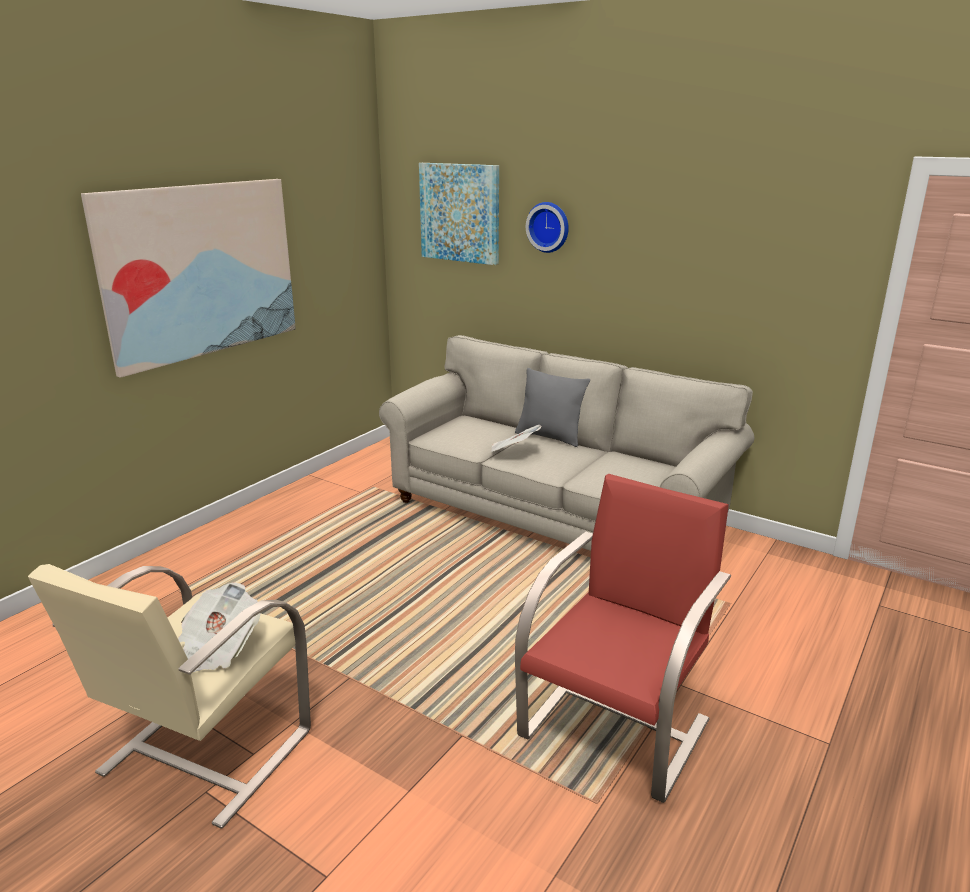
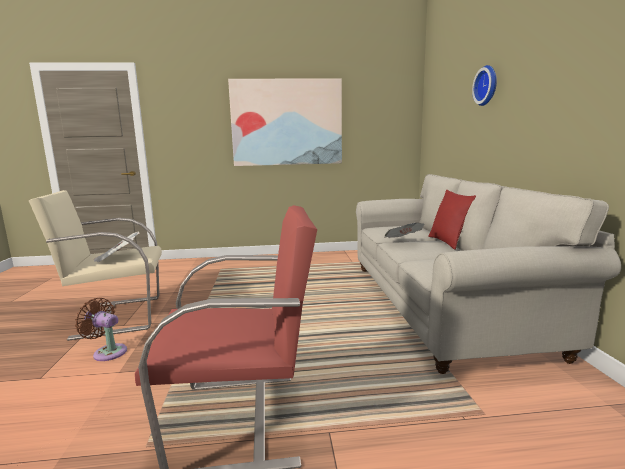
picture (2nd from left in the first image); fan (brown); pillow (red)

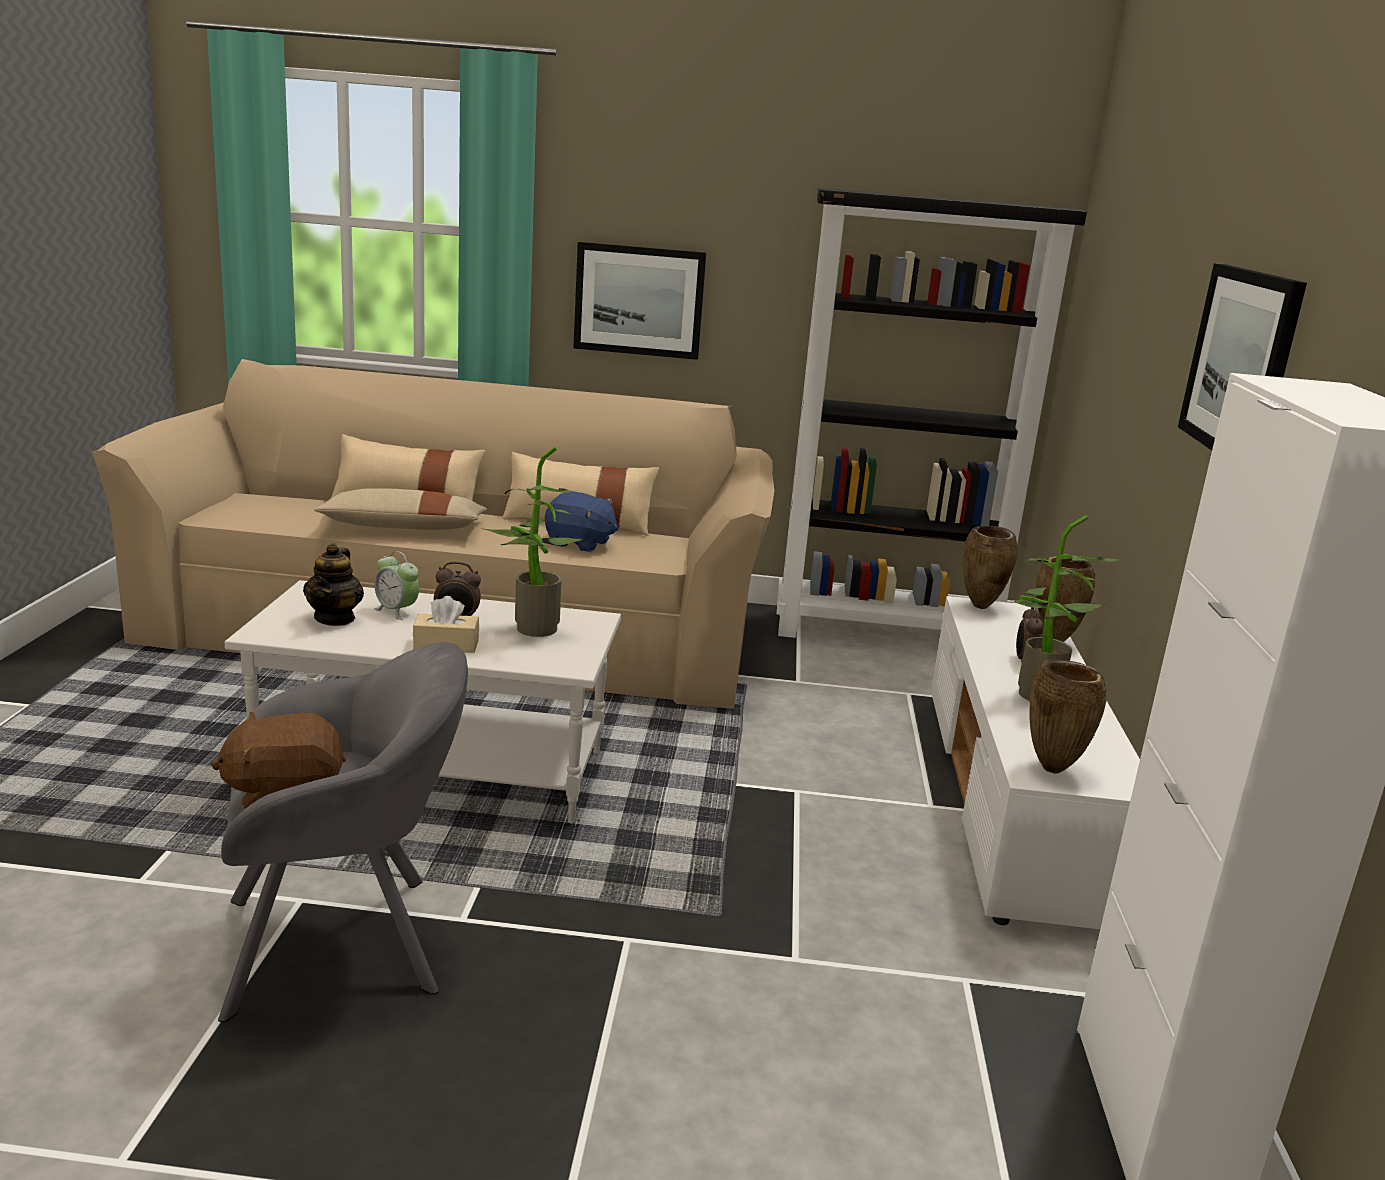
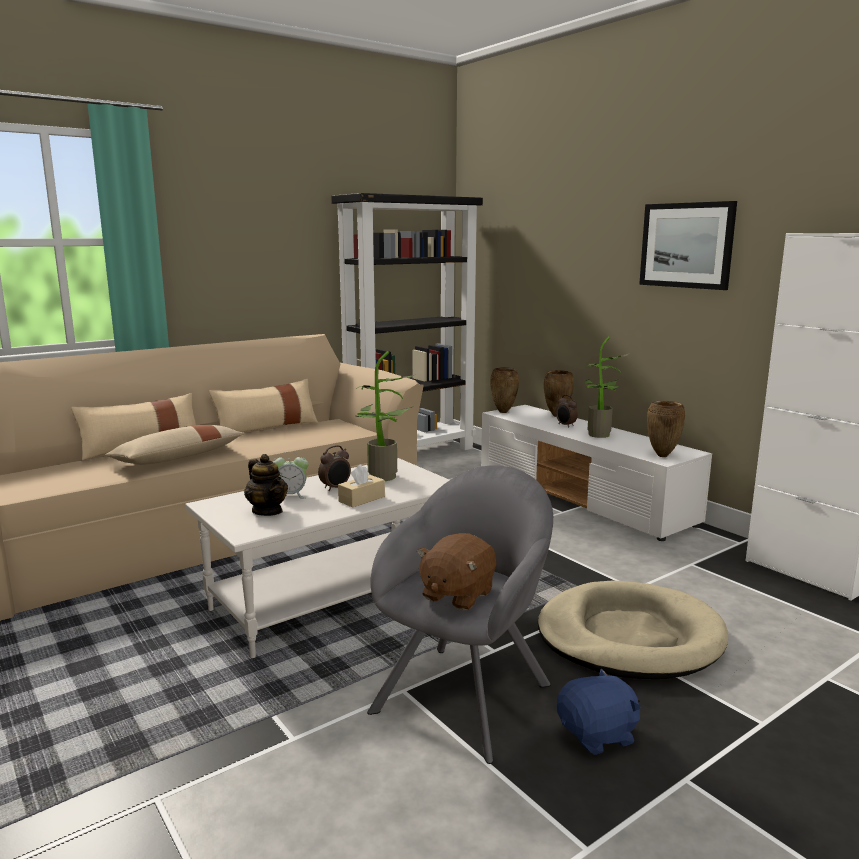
picture (1st from left in the first image); dog bed (beige); plush toy (blue)

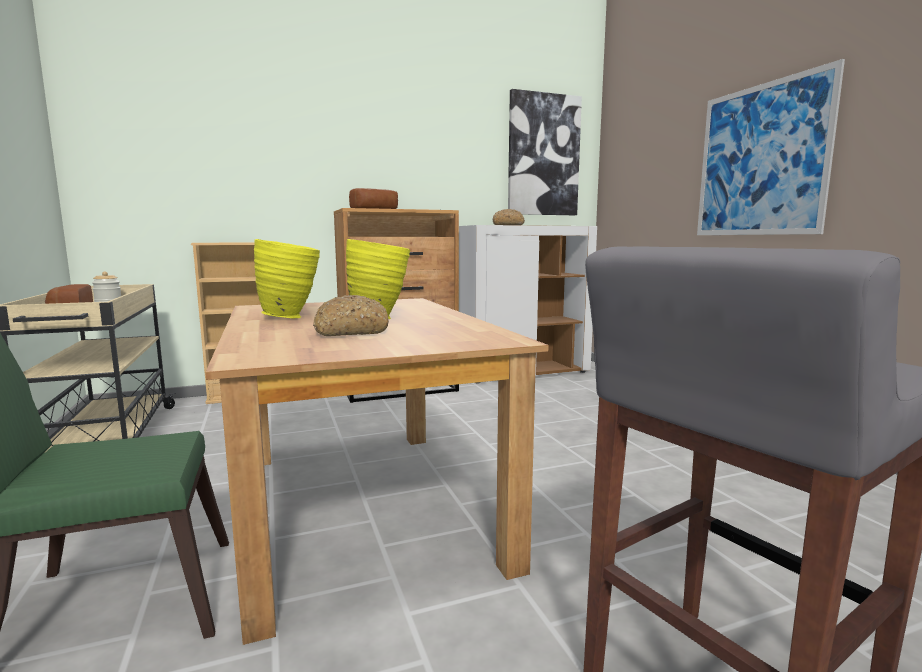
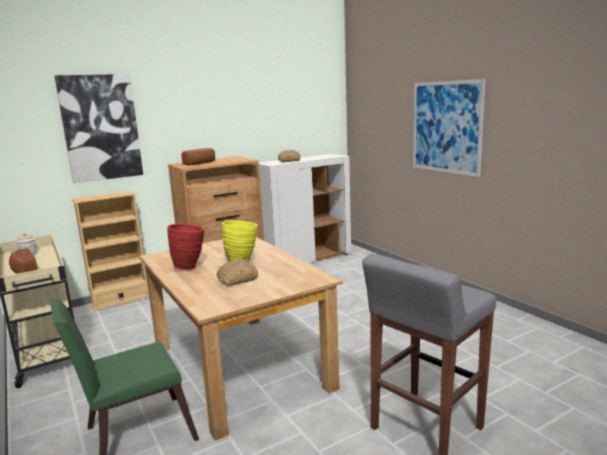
picture (1st from left); vase (red)

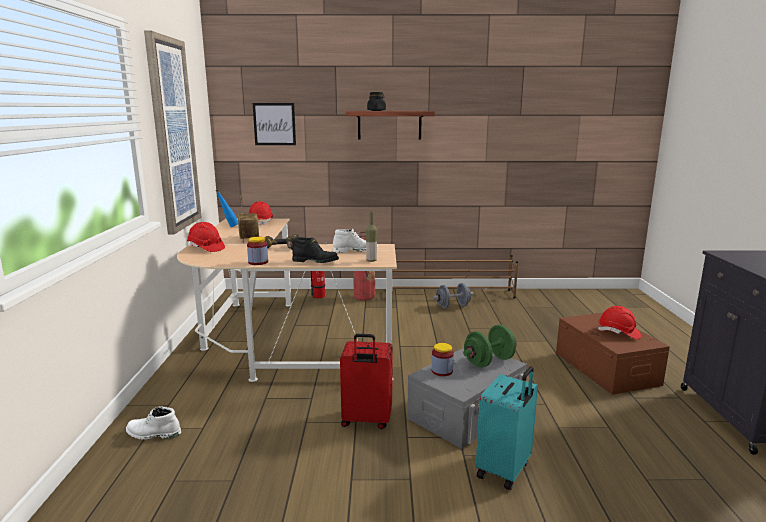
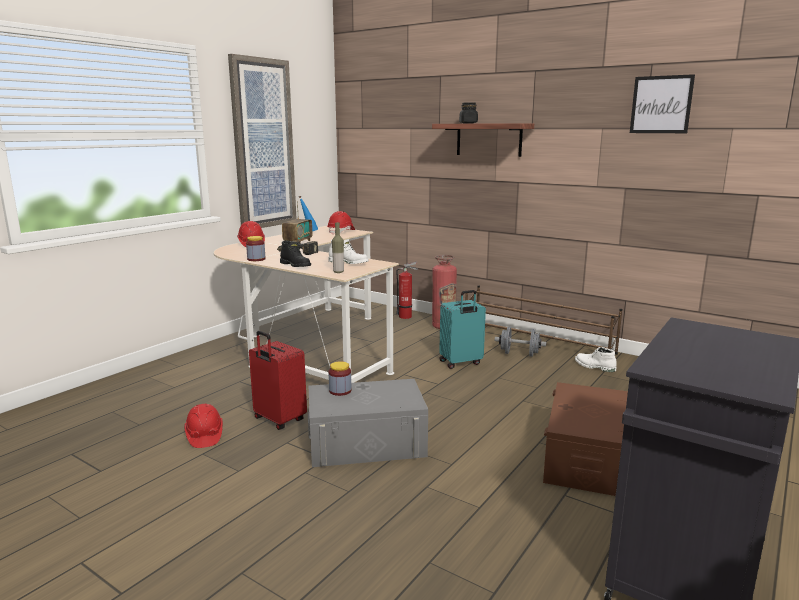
dumbbell (green); boot (white) (2nd from left); picture (2nd from left); suitcase (turquoise); hard hat (red) (1st from left)

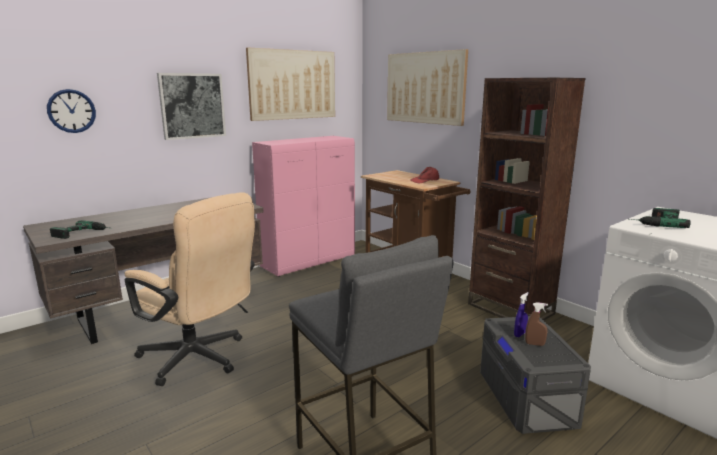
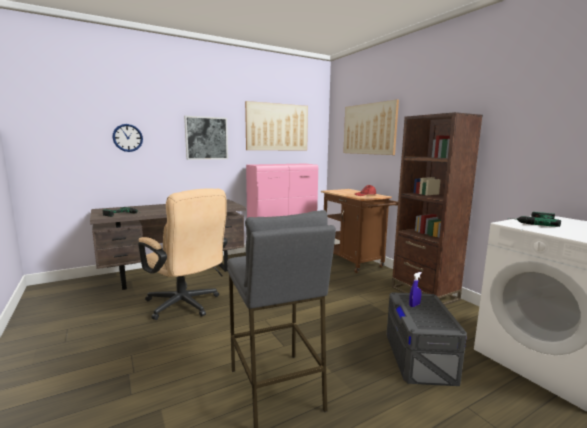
spray bottle (brown)

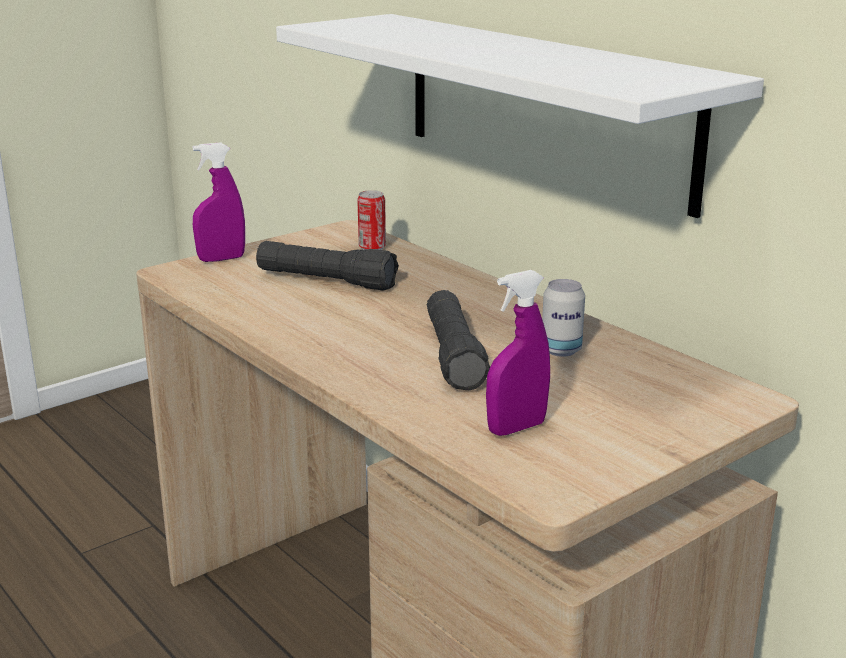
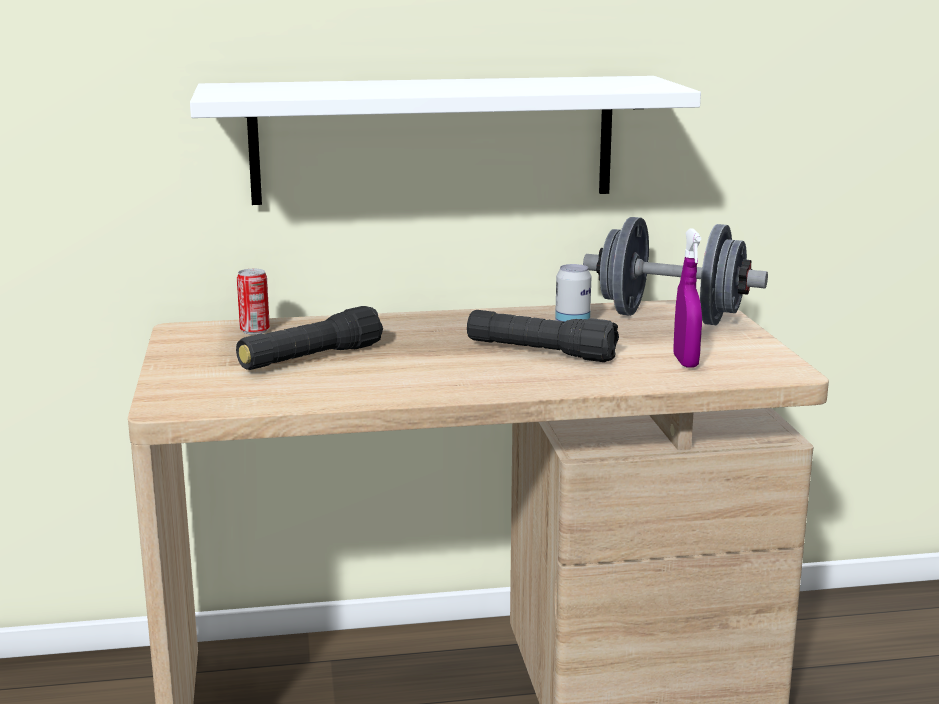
spray bottle (purple) (1st from left in the first image); dumbbell (grey)

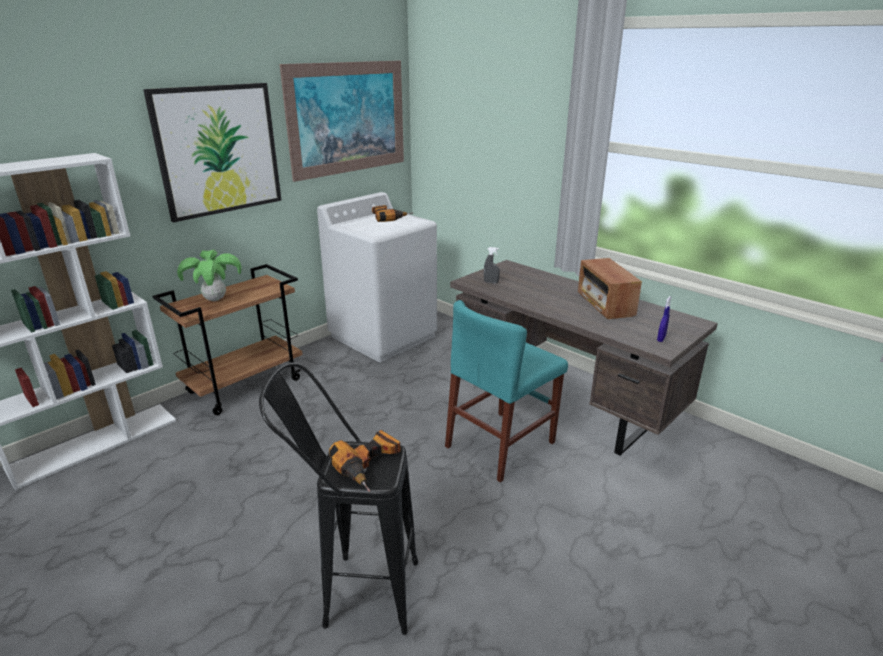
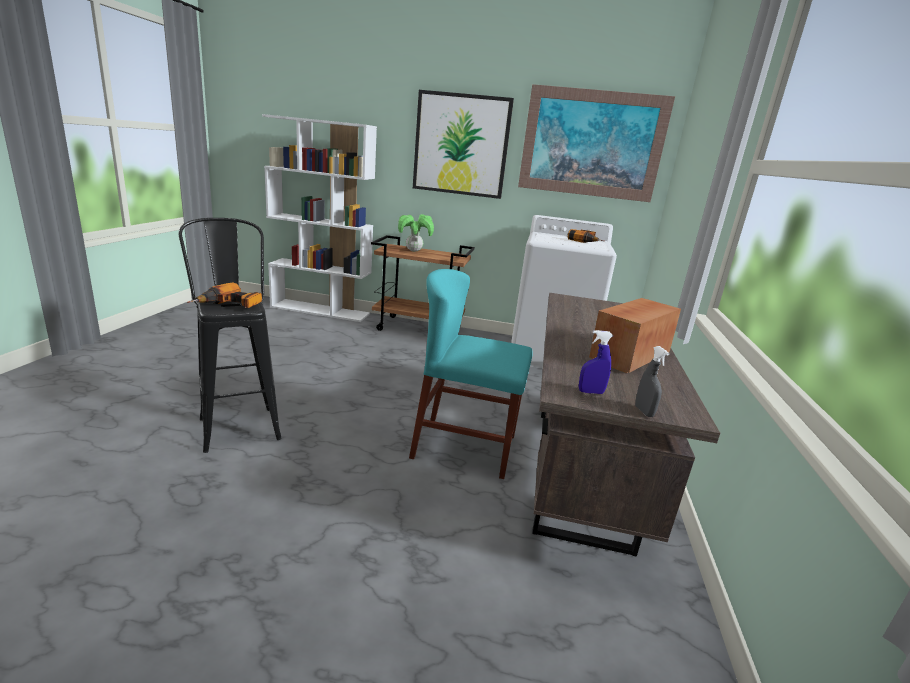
spray bottle (grey)

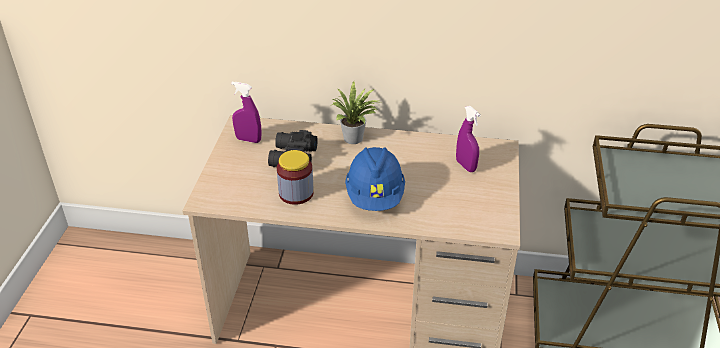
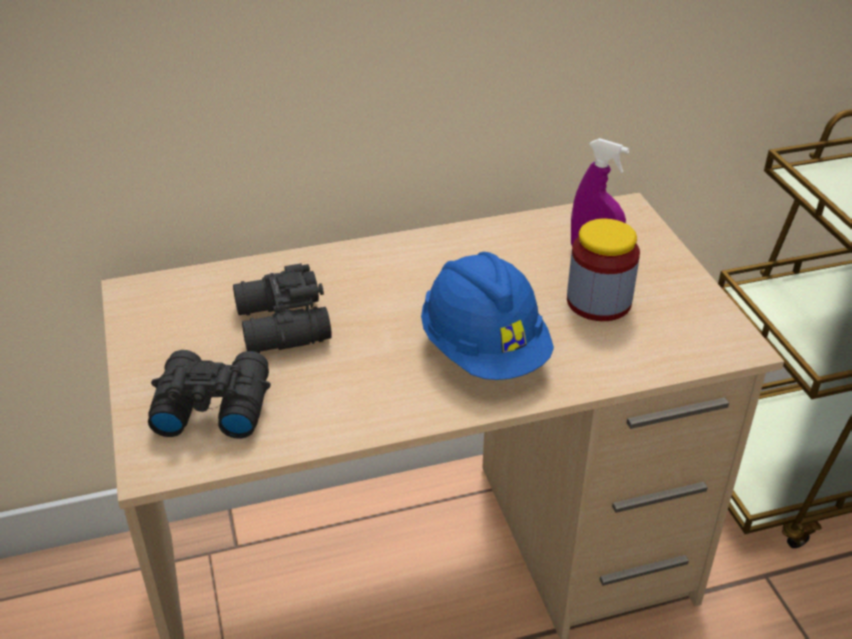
spray bottle (purple) (1st from left in the first image); potted plant; binoculars (black) (1st from left); jar

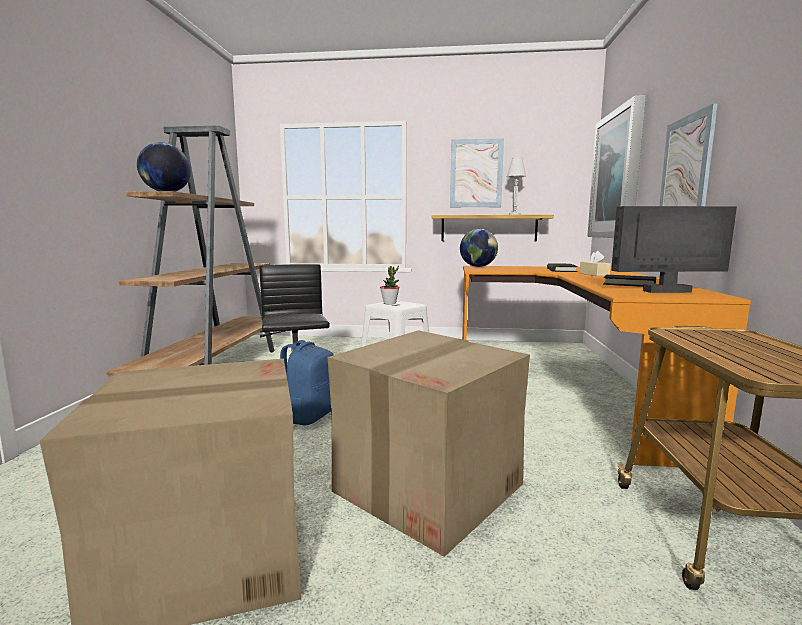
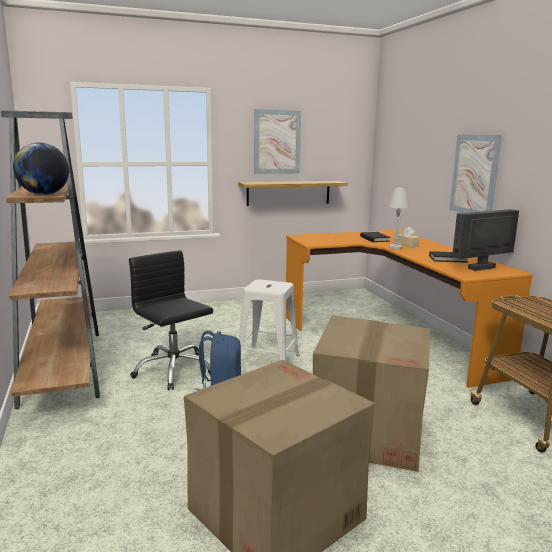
potted plant; globe (2nd from left in the first image); picture (2nd from left in the first image); table lamp (white)

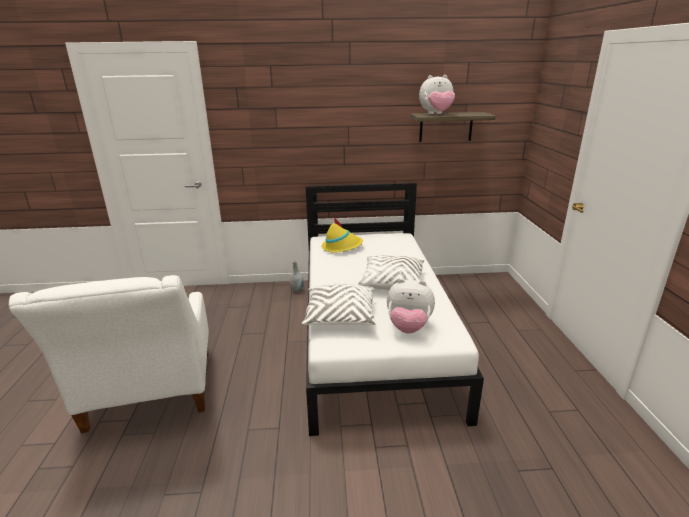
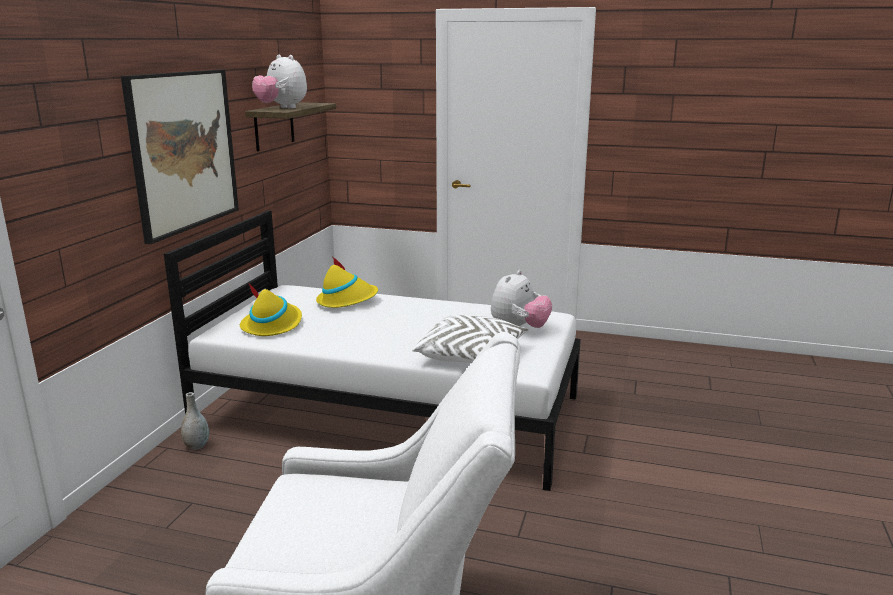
pillow (white) (2nd from left in the first image); picture; hat (yellow) (2nd from left); plush toy (1st from left)

